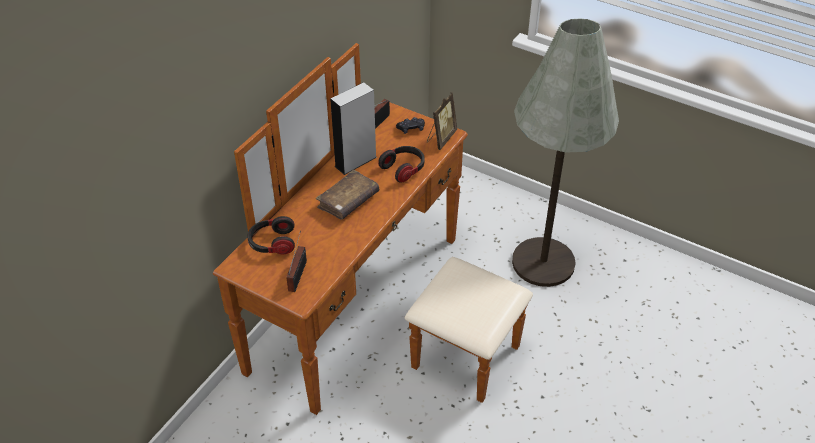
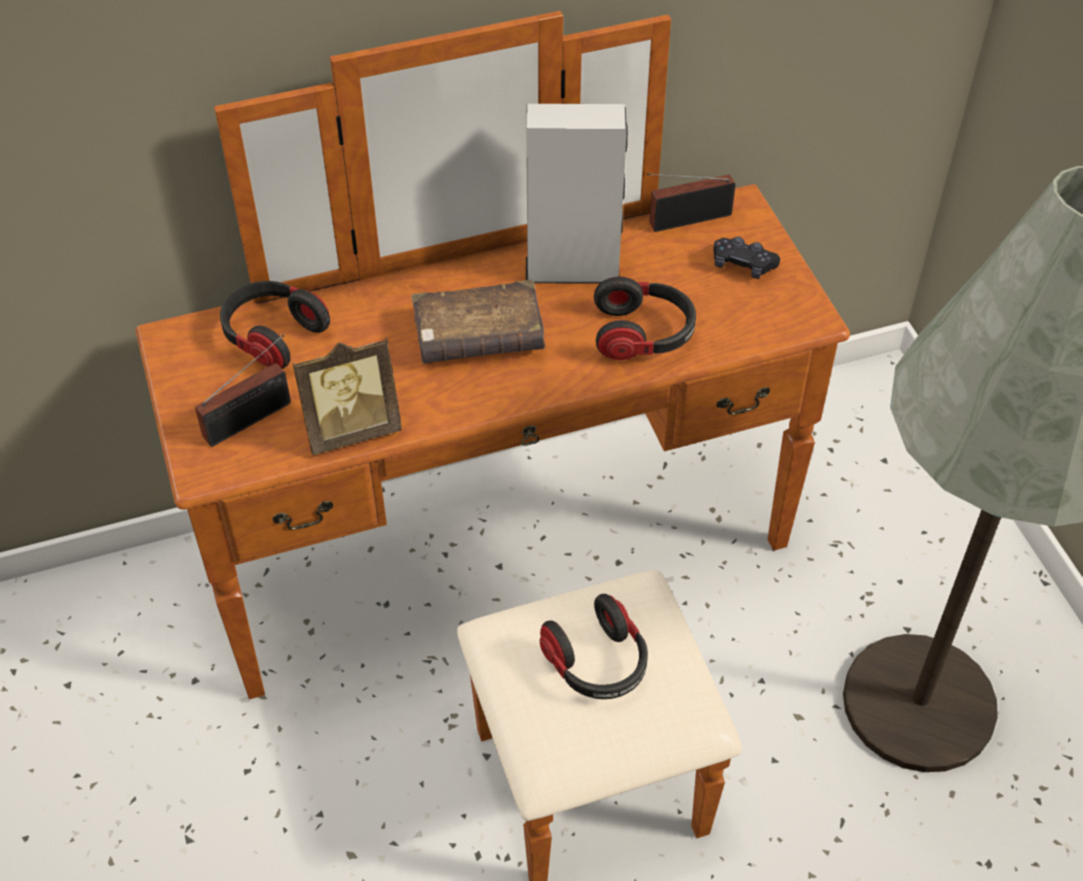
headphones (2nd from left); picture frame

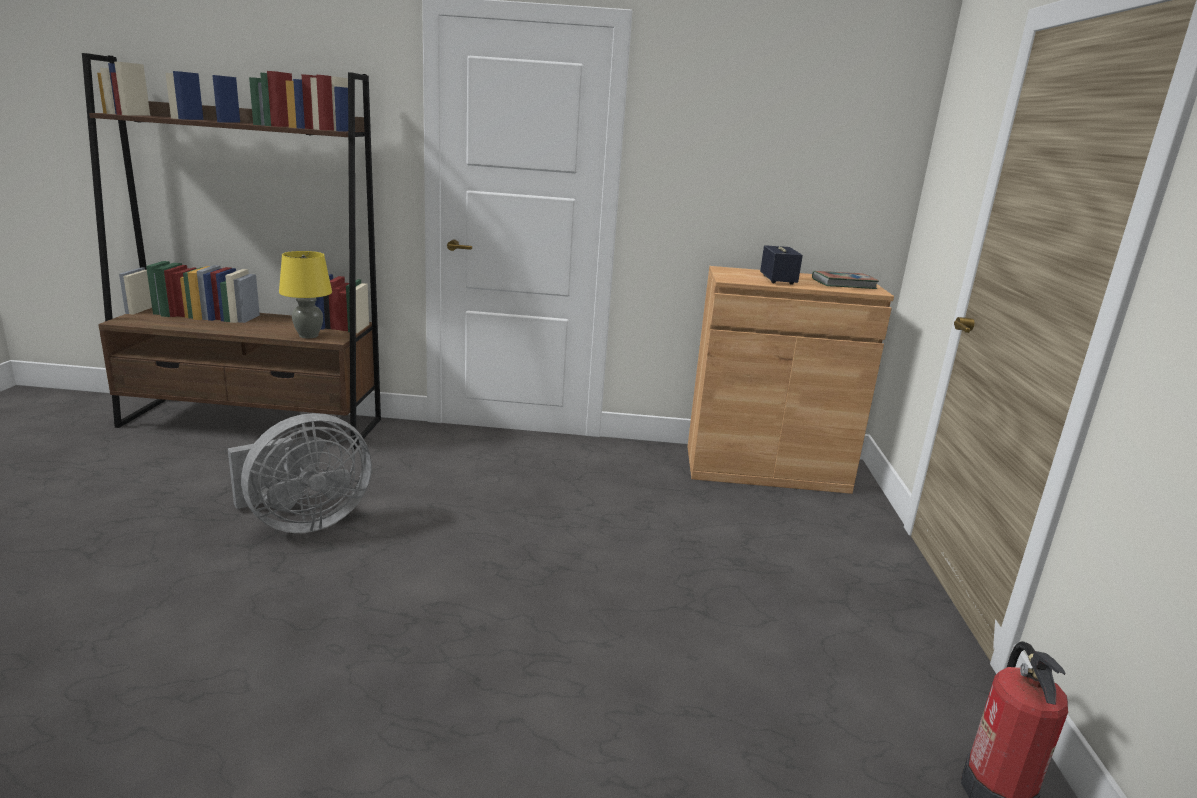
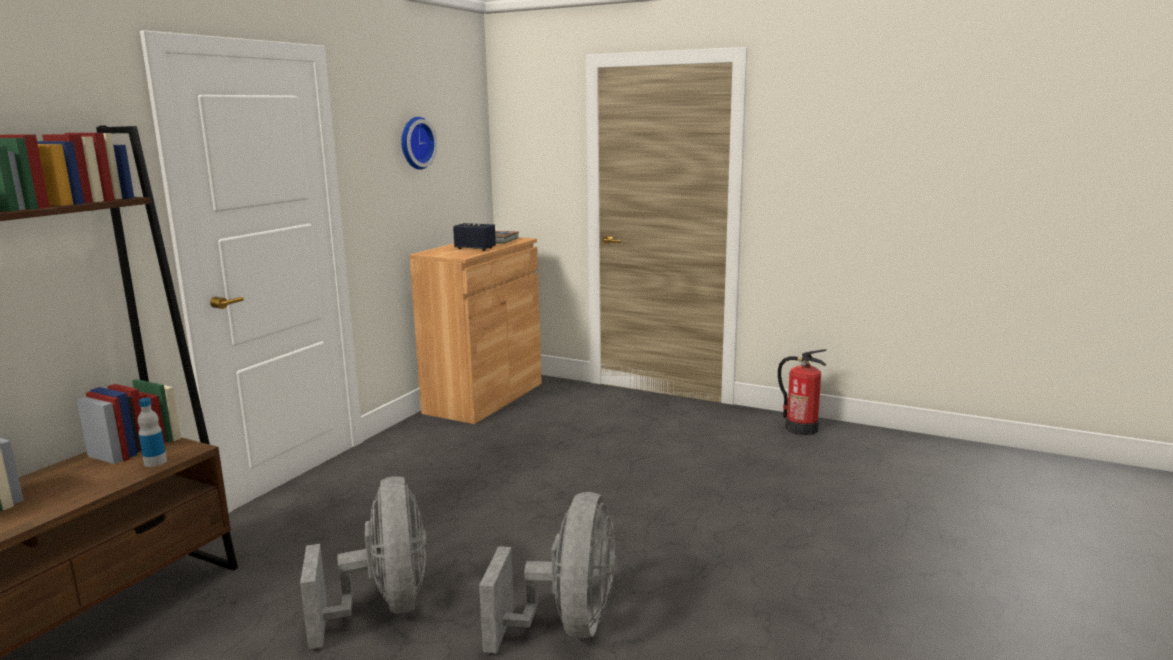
wall clock; fan (grey) (2nd from left); bottle

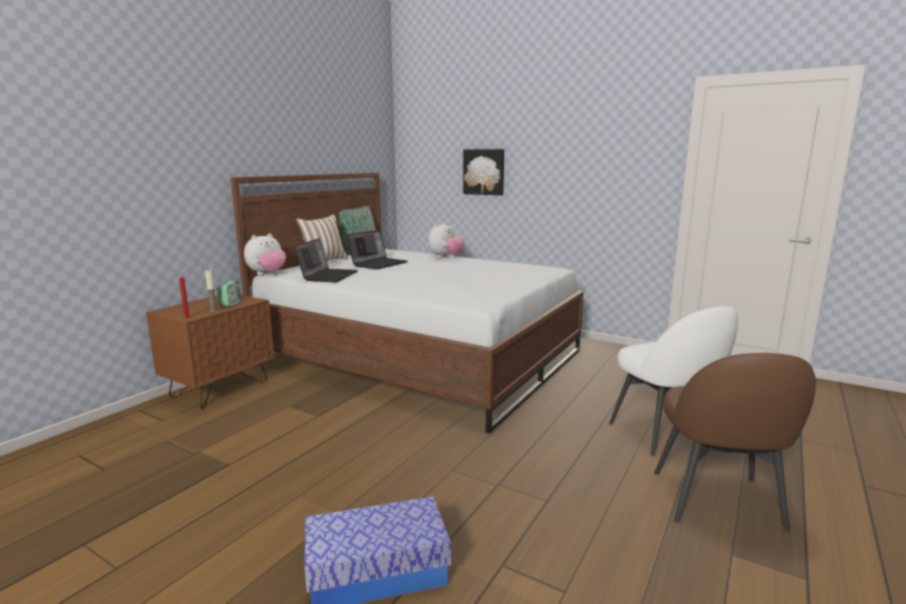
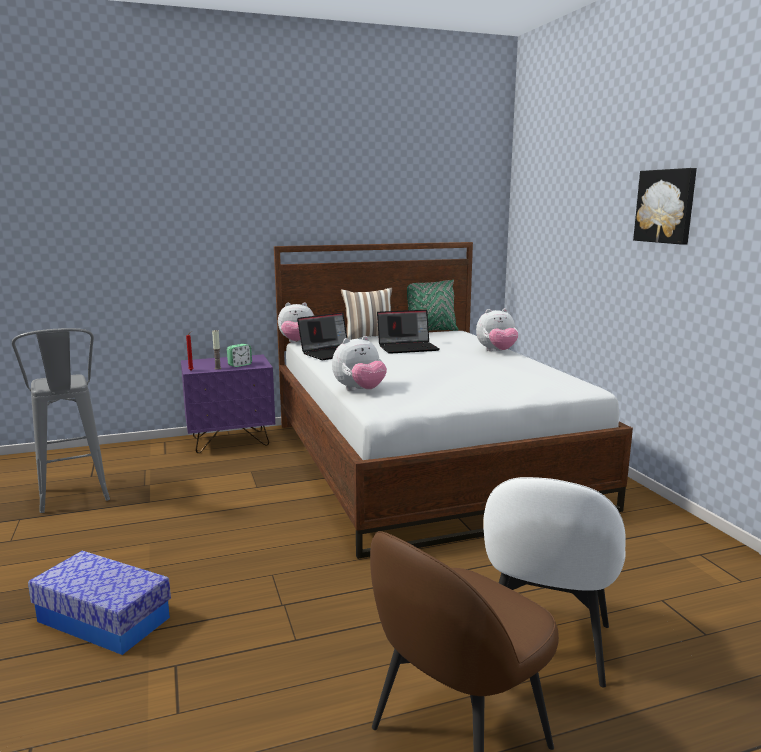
stool (grey); plush toy (2nd from left); picture; nightstand (purple)

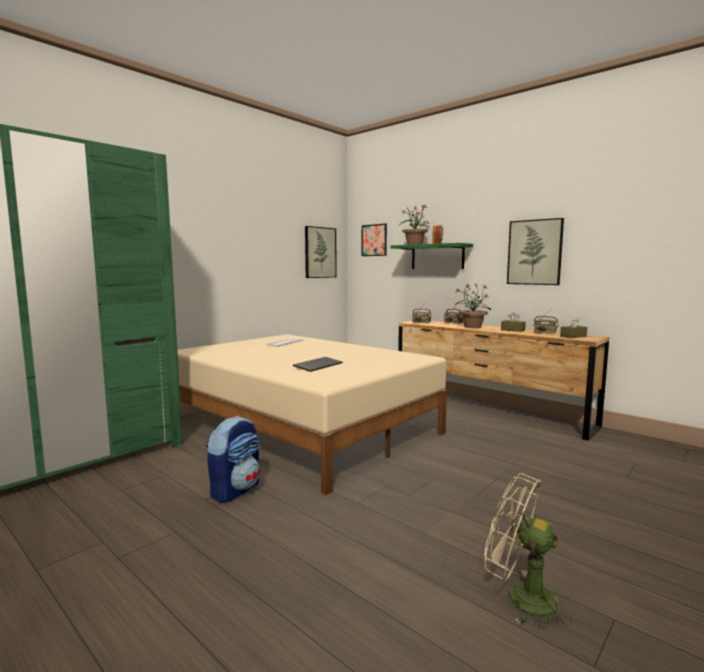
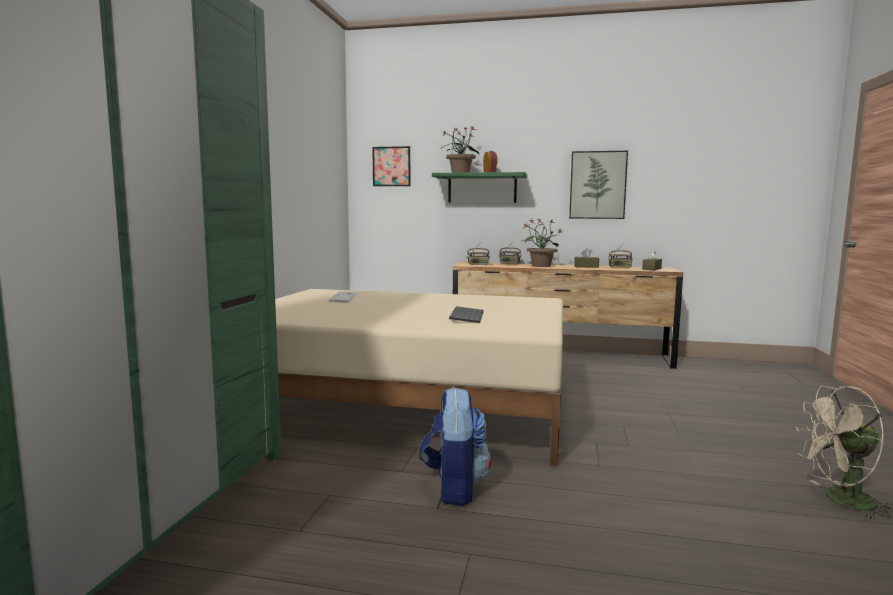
picture (1st from left in the first image)

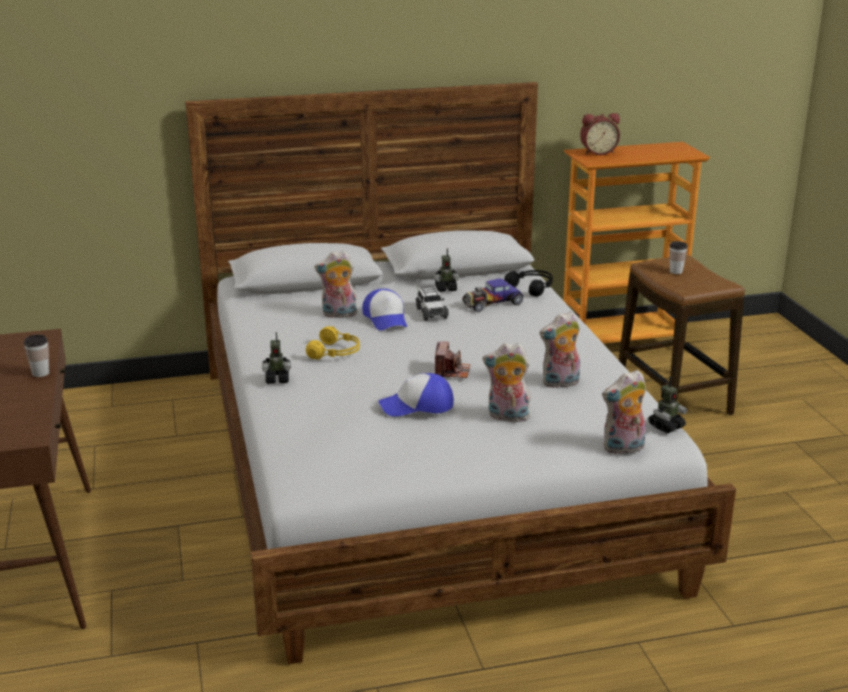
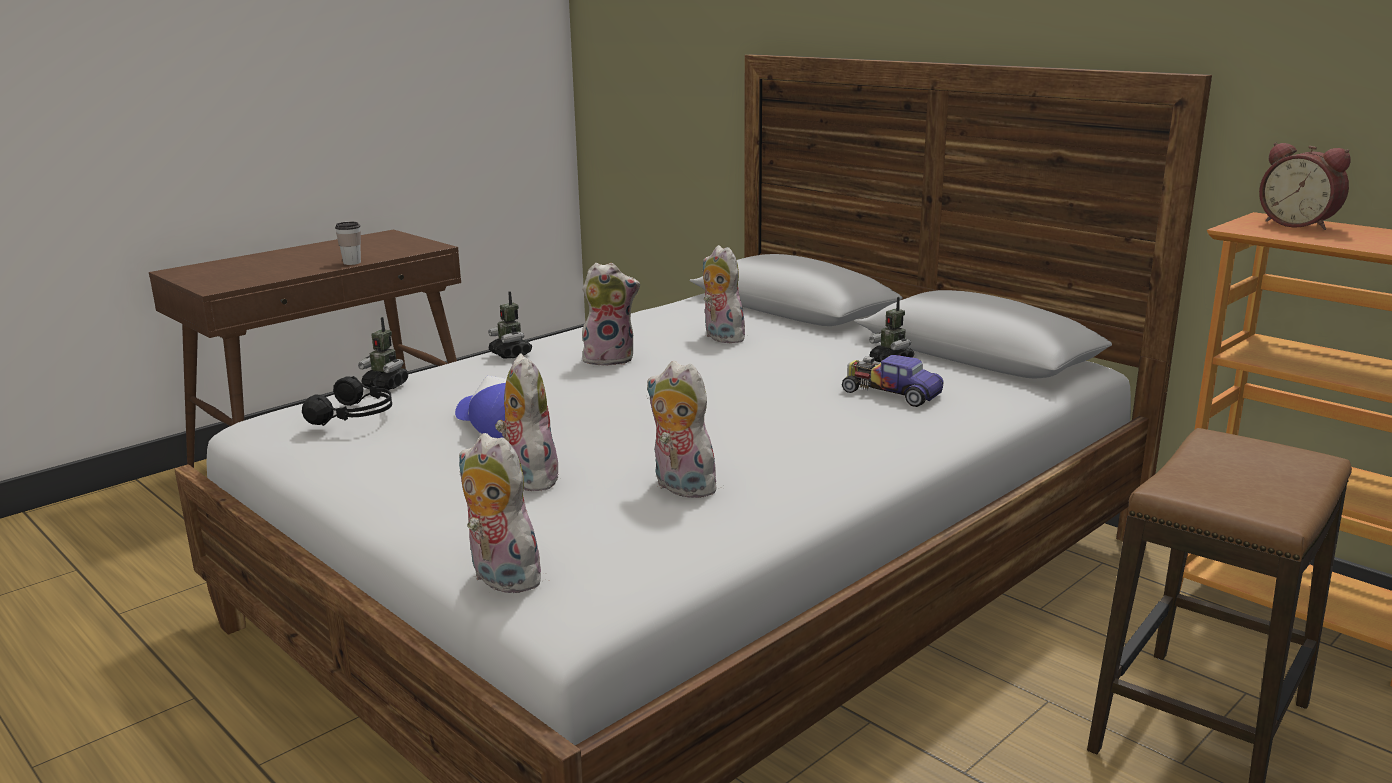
cap (1st from left in the first image); toy car (1st from left in the first image); photo camera; cup (2nd from left in the first image); headphones (black); toy robot (1st from left); plush toy (3rd from left)

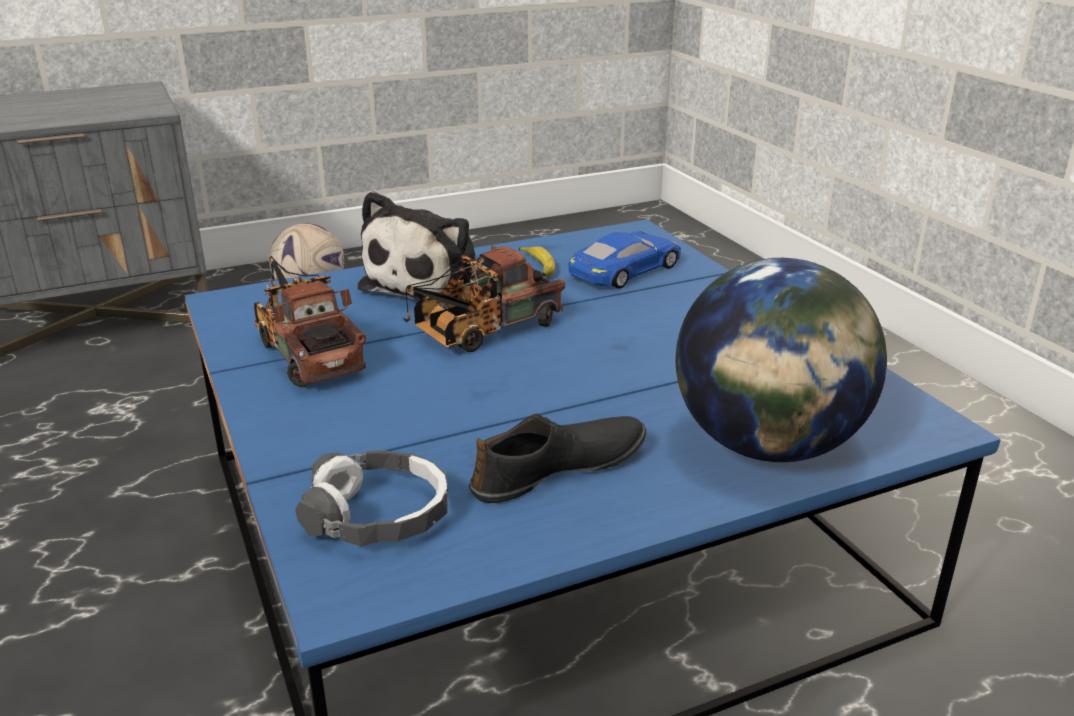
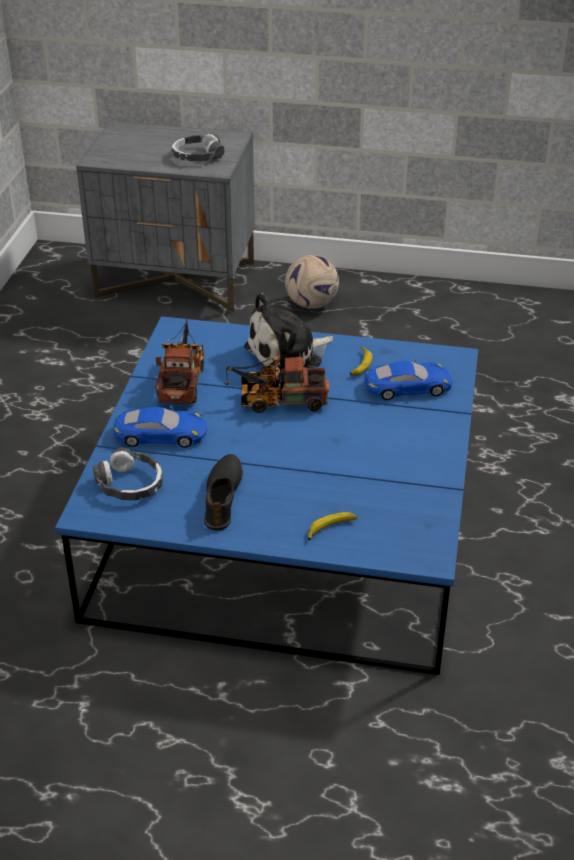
toy car (blue) (1st from left); headphones (2nd from left); banana (1st from left); shoe (black)

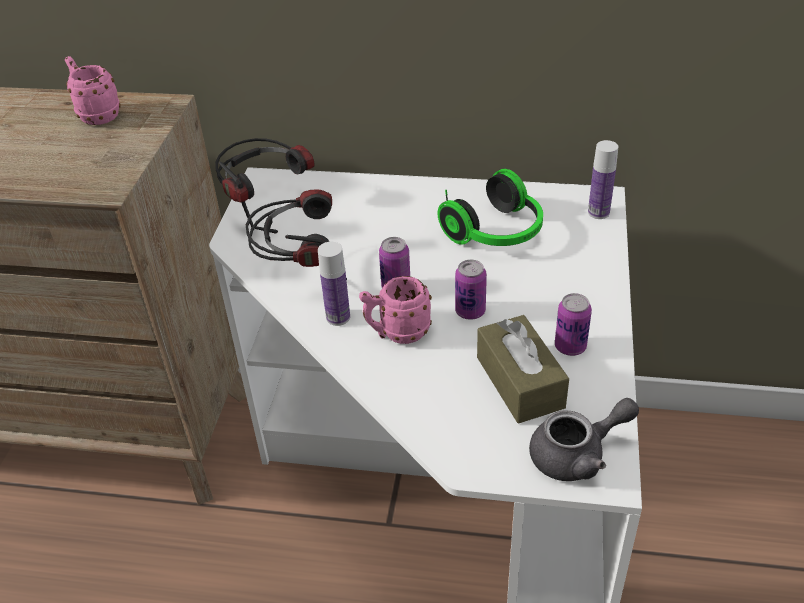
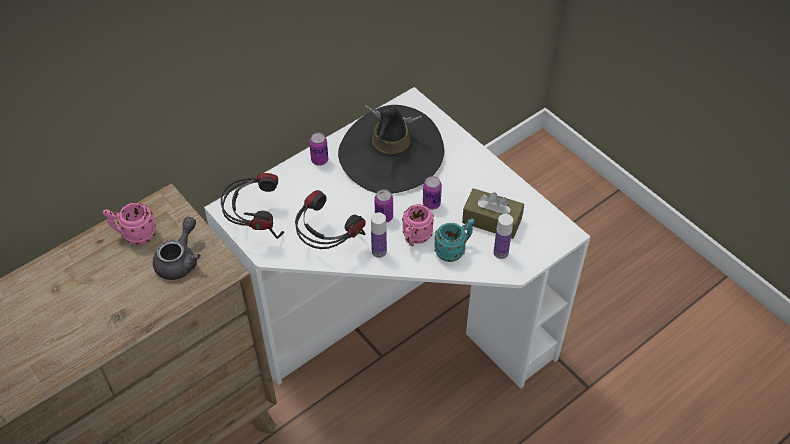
mug (turquoise); teapot (grey); can (1st from left); bottle (2nd from left); hat (black)

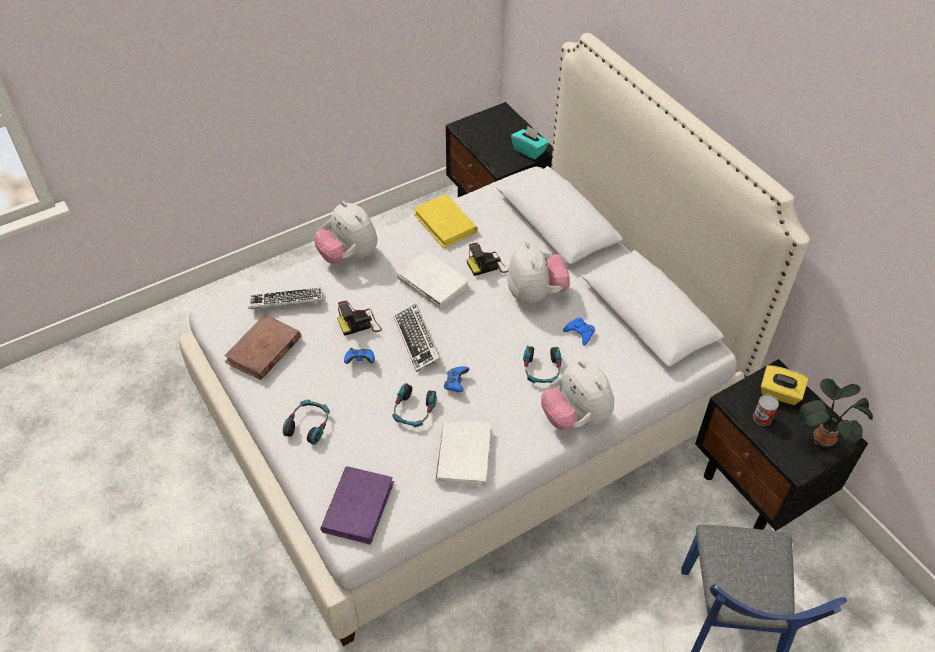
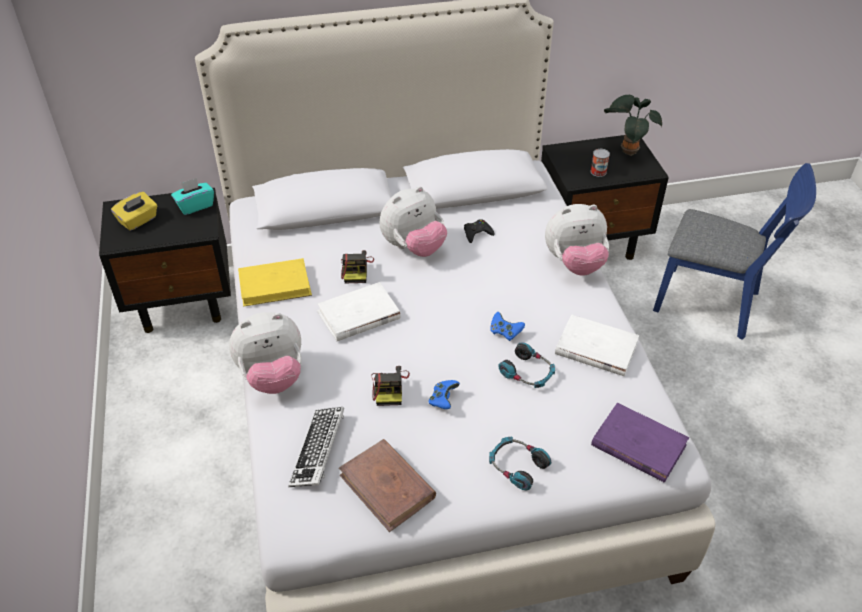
keyboard (2nd from left in the first image); headphones (3rd from left in the first image); tissue box (yellow); game controller (black); plush toy (2nd from left)

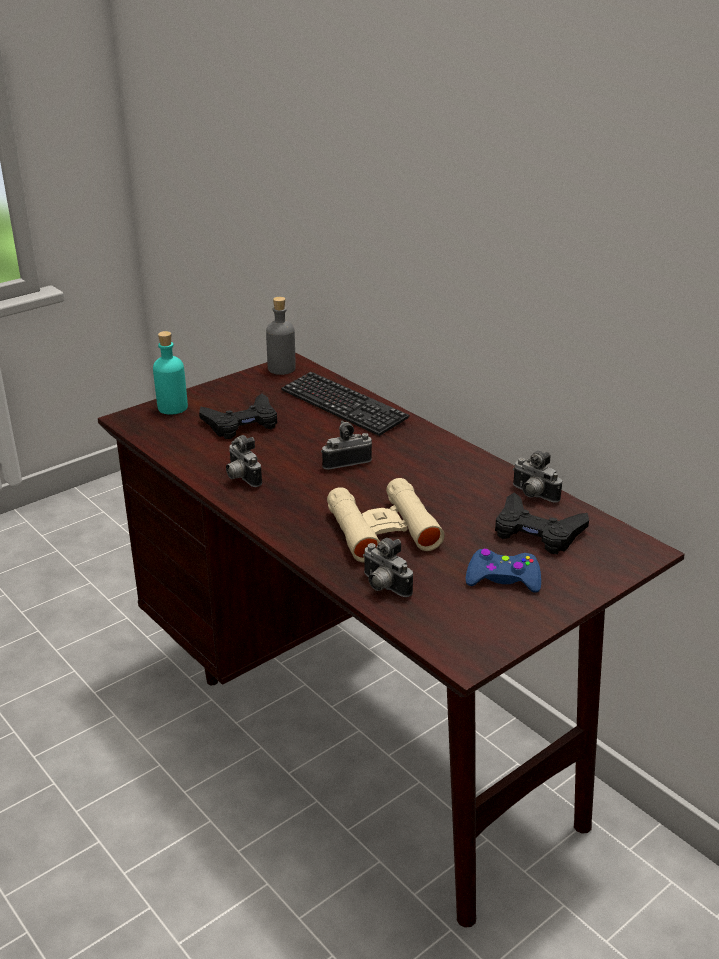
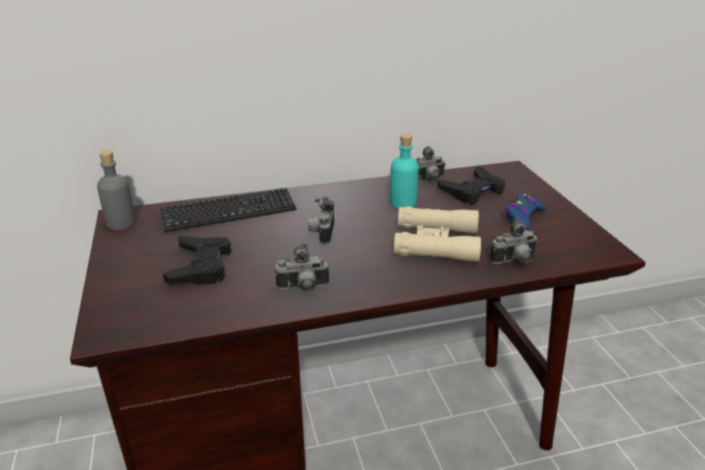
bottle (turquoise)

